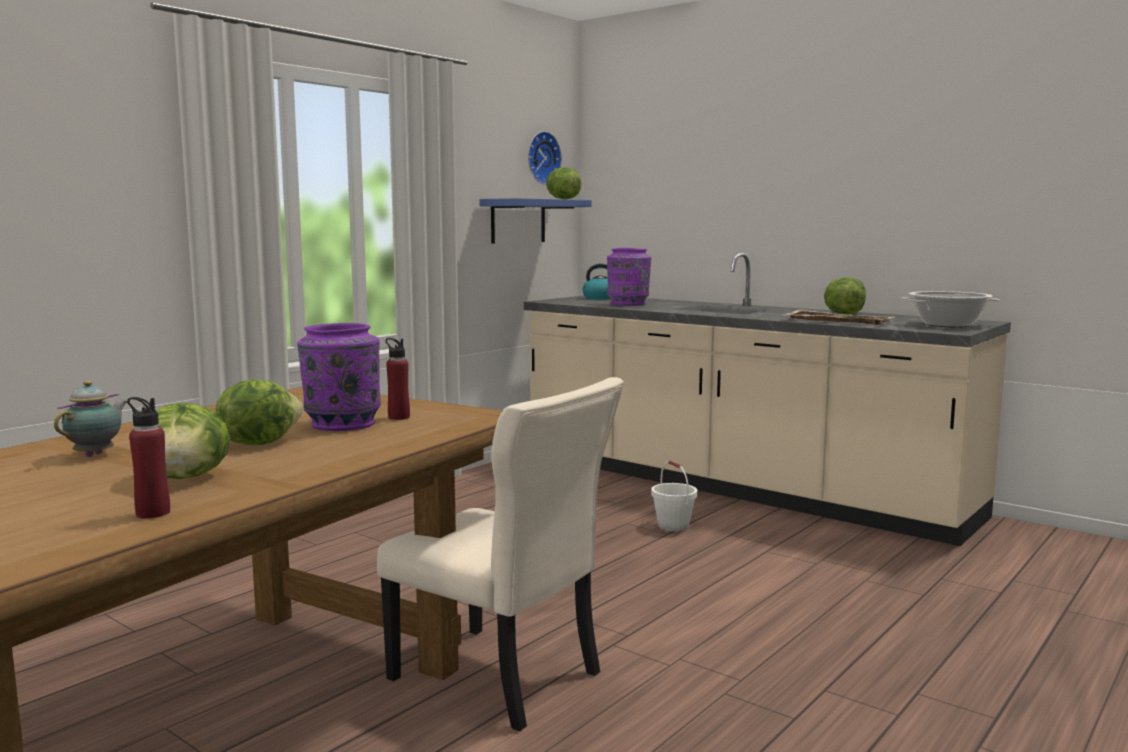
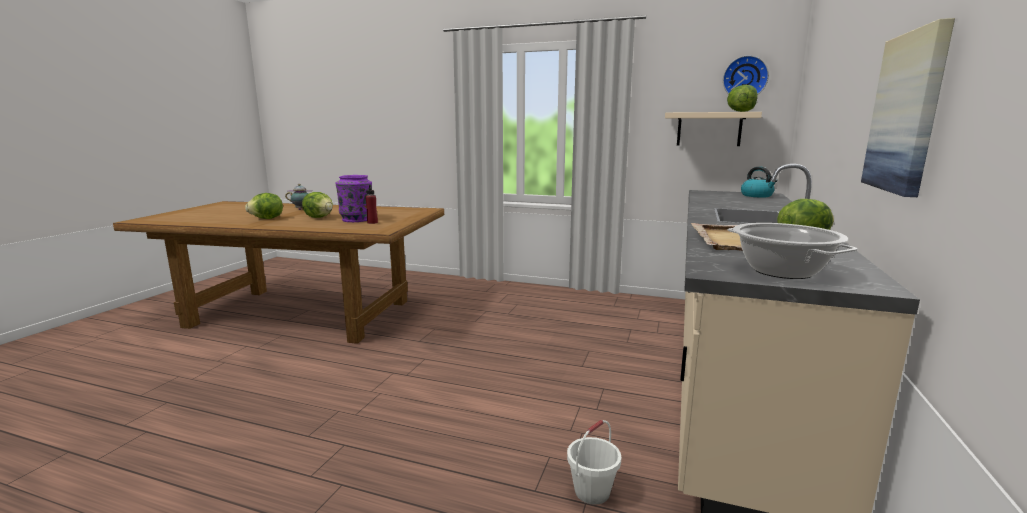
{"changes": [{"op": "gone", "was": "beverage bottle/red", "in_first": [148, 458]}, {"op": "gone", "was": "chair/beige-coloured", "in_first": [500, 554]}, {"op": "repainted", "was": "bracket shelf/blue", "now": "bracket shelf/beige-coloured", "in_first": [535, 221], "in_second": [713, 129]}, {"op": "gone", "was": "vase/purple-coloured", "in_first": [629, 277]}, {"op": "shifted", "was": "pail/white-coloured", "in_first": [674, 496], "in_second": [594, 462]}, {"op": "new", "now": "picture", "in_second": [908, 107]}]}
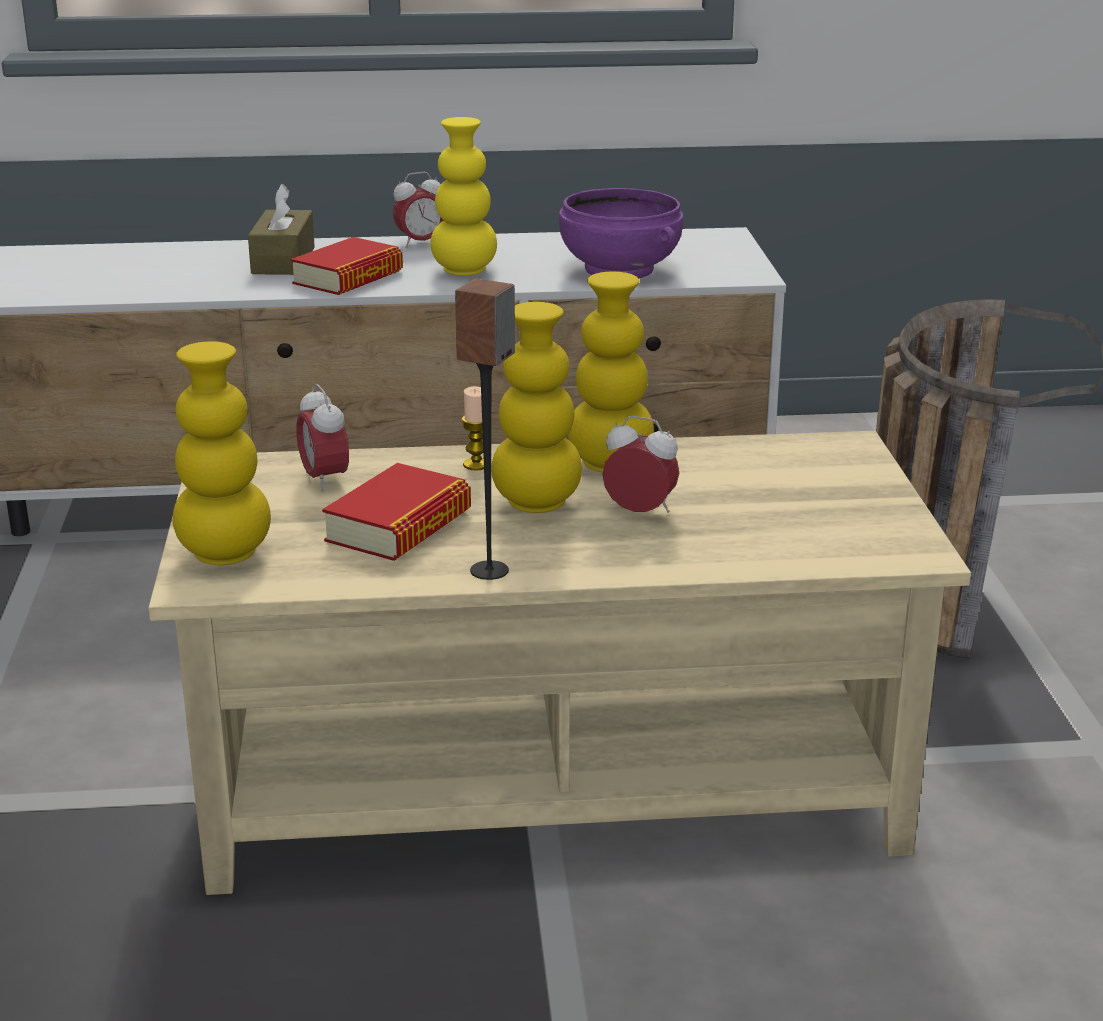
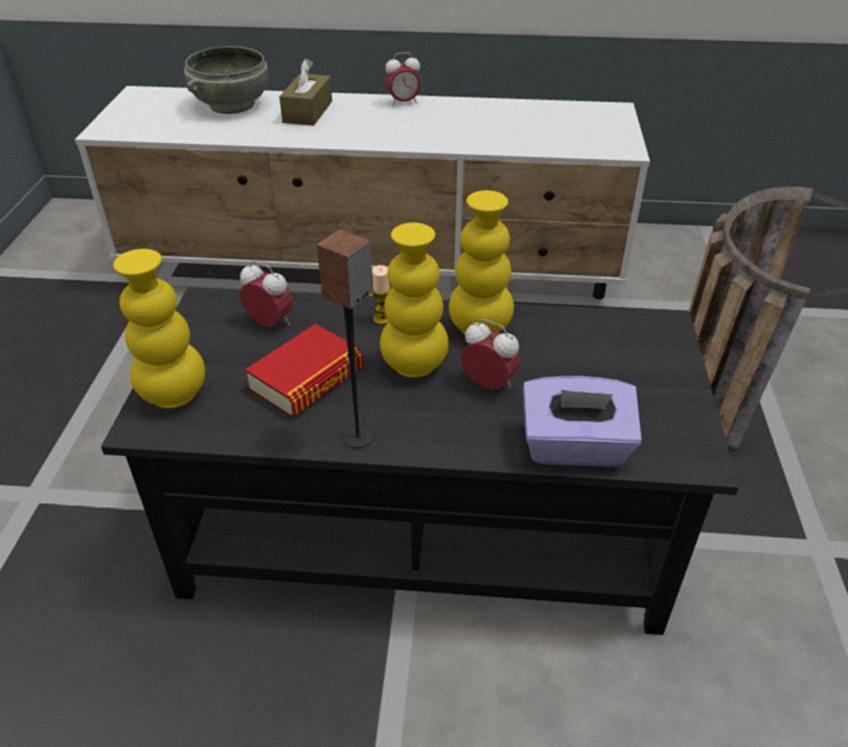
{"changes": [{"op": "repainted", "was": "lounge table/beige-coloured", "now": "lounge table/black-coloured", "in_first": [560, 663], "in_second": [420, 461]}, {"op": "gone", "was": "book", "in_first": [347, 266]}, {"op": "rotated", "was": "table clock", "in_first": [322, 438], "in_second": [266, 294], "clockwise": 135}, {"op": "gone", "was": "vase/yellow", "in_first": [463, 196]}, {"op": "gone", "was": "serving bowl/purple-coloured", "in_first": [621, 233]}, {"op": "new", "now": "serving bowl/greyish", "in_second": [226, 80]}, {"op": "new", "now": "tissue holder/purple-coloured", "in_second": [582, 421]}]}
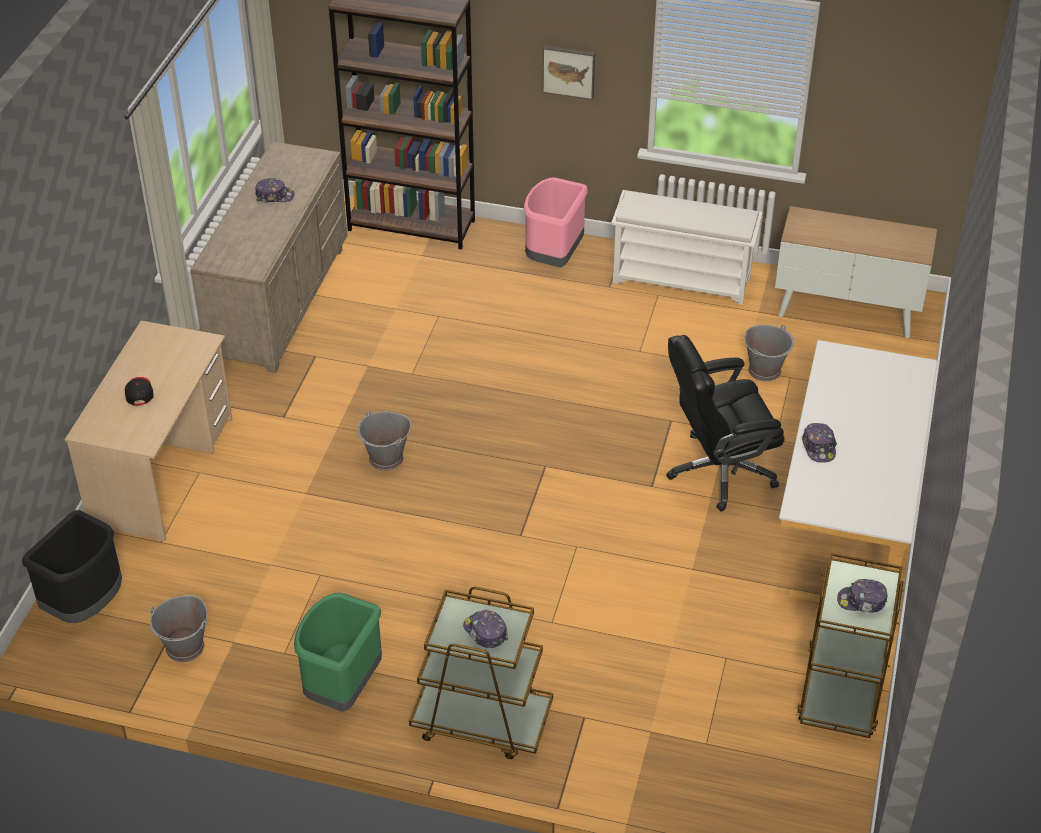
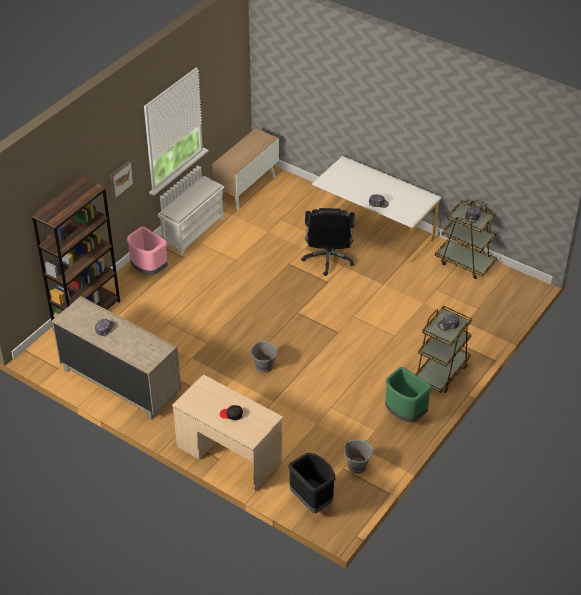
{"changes": [{"op": "gone", "was": "pail/greyish", "in_first": [769, 353]}]}
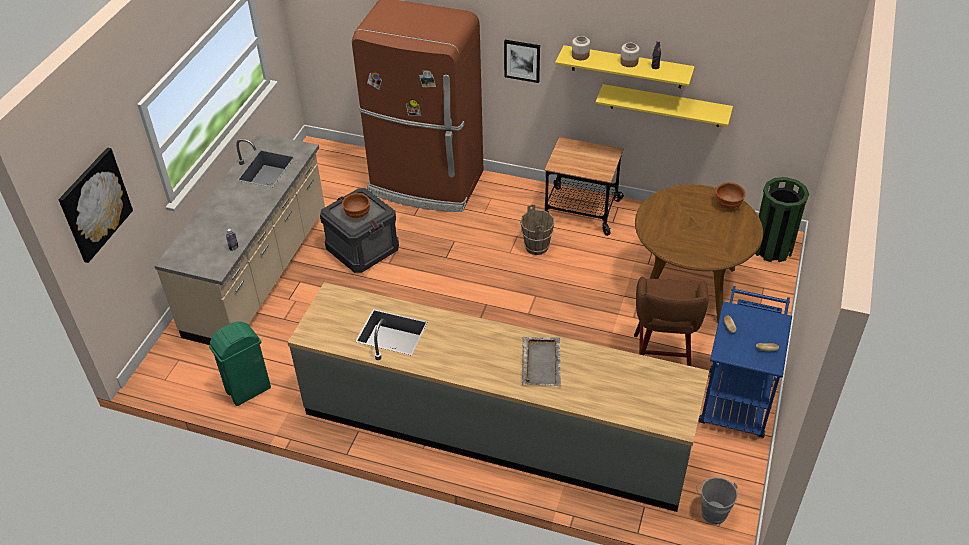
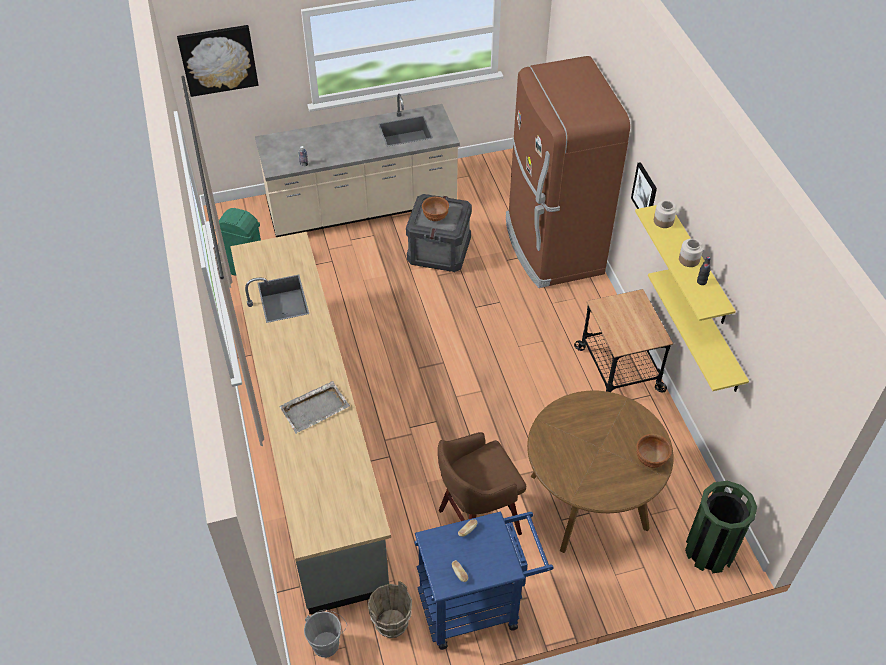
{"changes": [{"op": "shifted", "was": "pail/brown", "in_first": [537, 229], "in_second": [390, 609]}]}
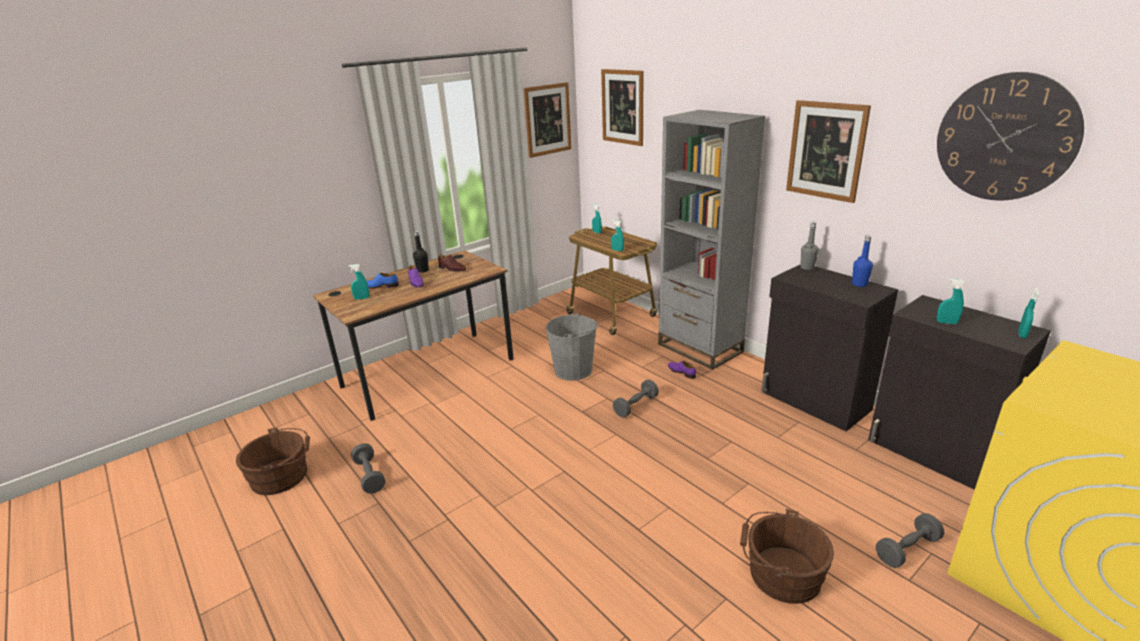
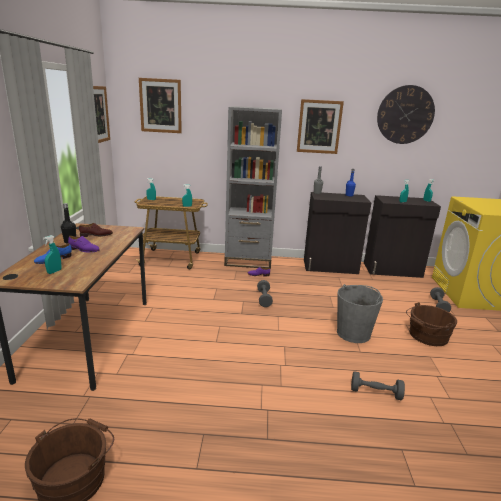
{"changes": [{"op": "shifted", "was": "free weight/greyish", "in_first": [368, 468], "in_second": [378, 386]}, {"op": "shifted", "was": "pail/greyish", "in_first": [572, 346], "in_second": [360, 313]}]}
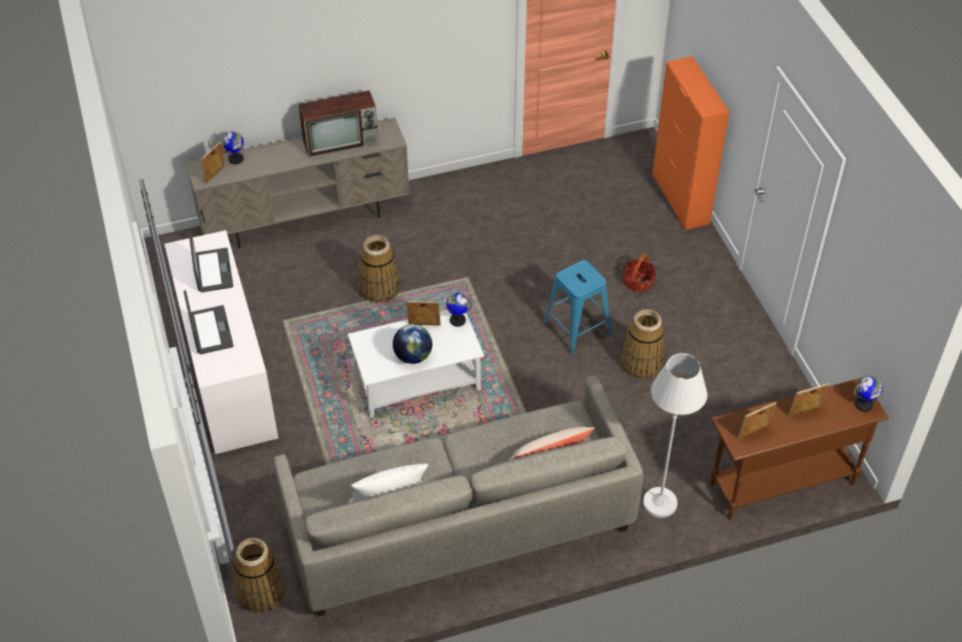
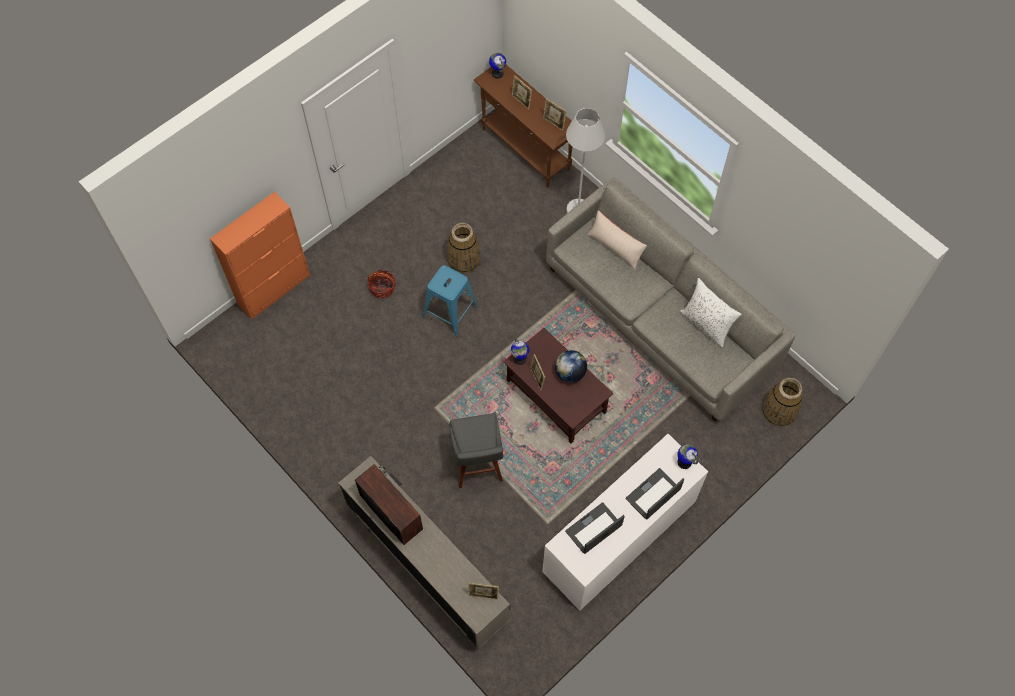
{"changes": [{"op": "shifted", "was": "desk globe", "in_first": [232, 148], "in_second": [687, 456]}, {"op": "repainted", "was": "lounge table/white-coloured", "now": "lounge table/brown", "in_first": [416, 364], "in_second": [558, 385]}, {"op": "swapped", "was": "household basket", "now": "sitting stool/greyish", "in_first": [379, 269], "in_second": [476, 450]}]}
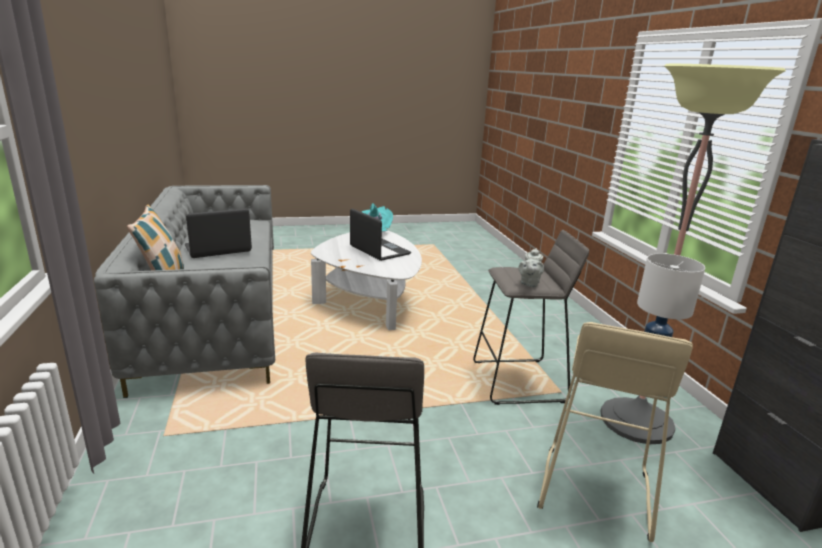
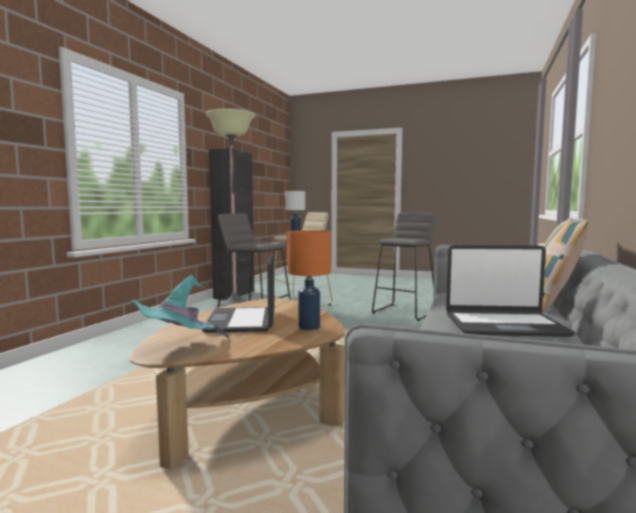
{"changes": [{"op": "repainted", "was": "lounge table/white-coloured", "now": "lounge table/brown", "in_first": [366, 280], "in_second": [237, 383]}, {"op": "gone", "was": "teapot/greyish", "in_first": [531, 267]}, {"op": "new", "now": "table lamp/orangey", "in_second": [309, 280]}]}
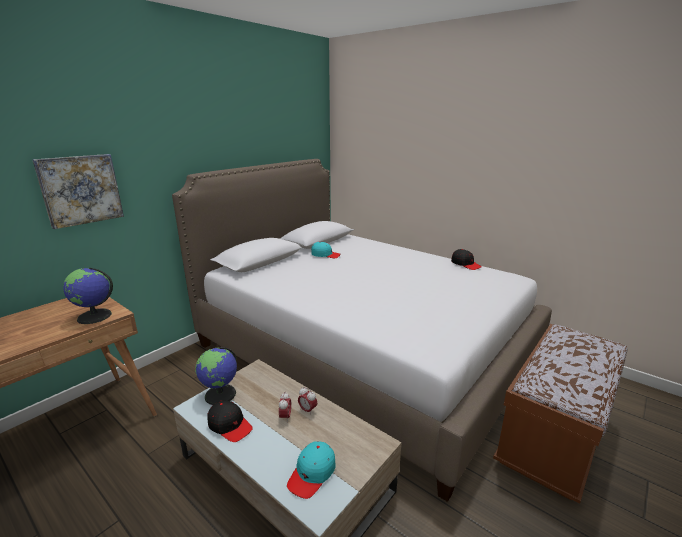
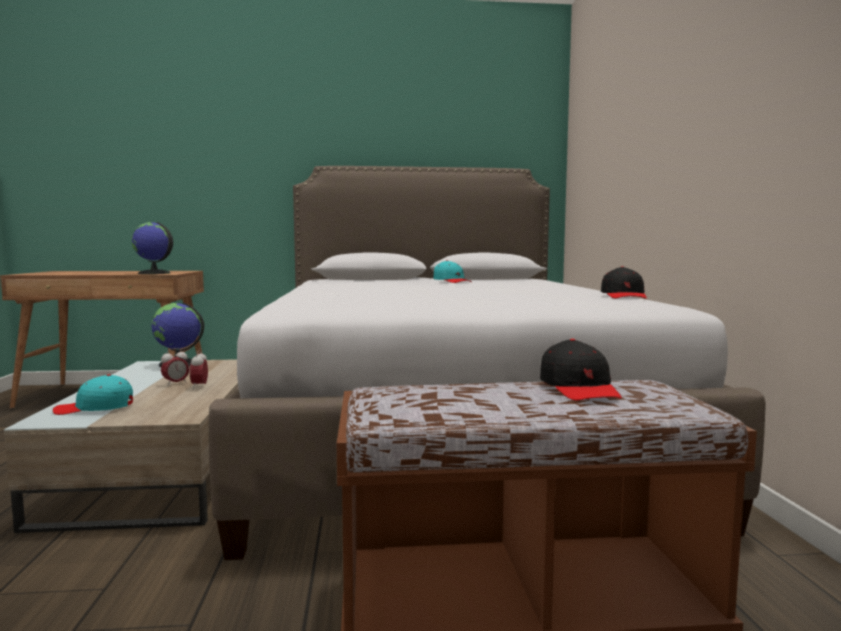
{"changes": [{"op": "gone", "was": "picture", "in_first": [78, 191]}, {"op": "shifted", "was": "cap/black-coloured", "in_first": [230, 421], "in_second": [581, 370]}]}
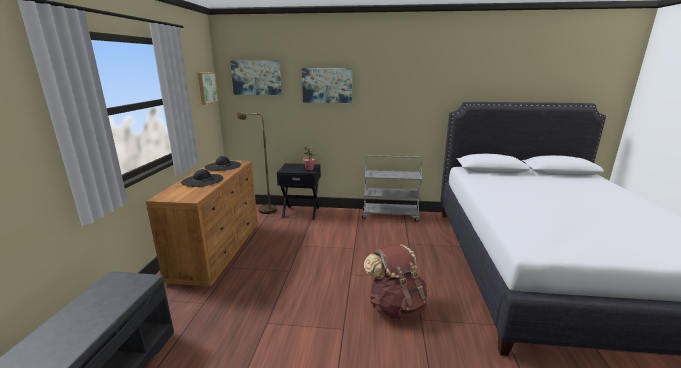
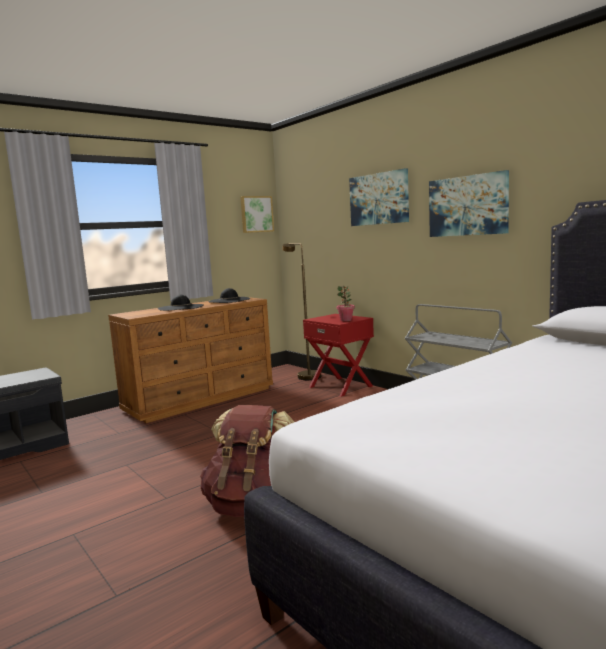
{"changes": [{"op": "shifted", "was": "picture", "in_first": [256, 77], "in_second": [469, 203]}, {"op": "repainted", "was": "night table/black-coloured", "now": "night table/red", "in_first": [299, 191], "in_second": [338, 355]}]}
